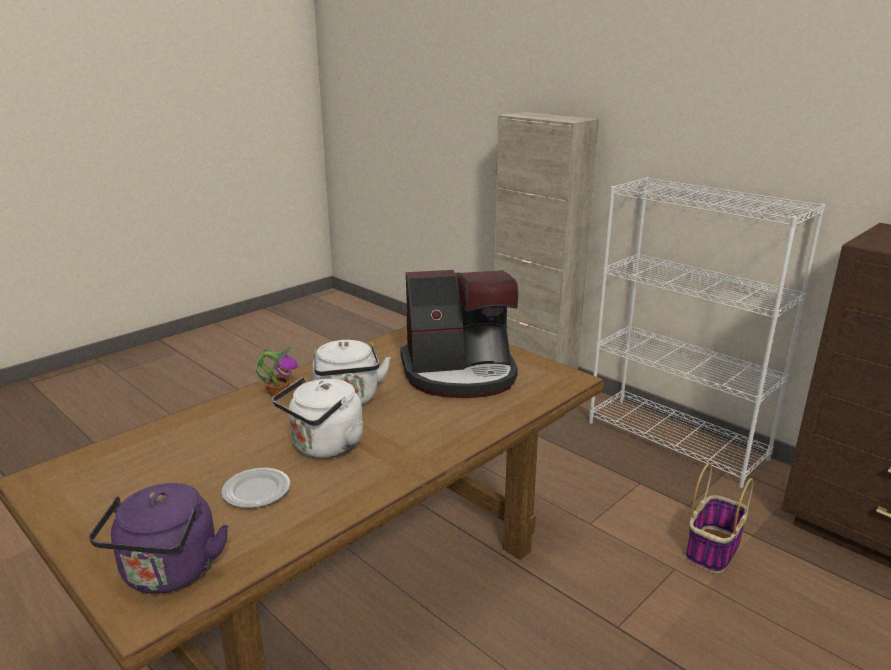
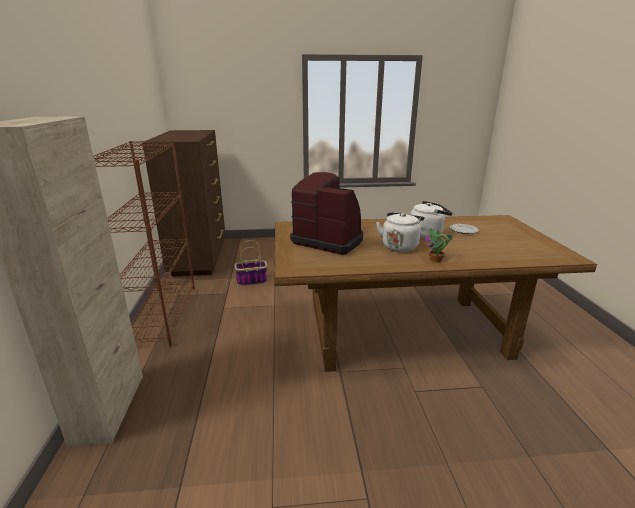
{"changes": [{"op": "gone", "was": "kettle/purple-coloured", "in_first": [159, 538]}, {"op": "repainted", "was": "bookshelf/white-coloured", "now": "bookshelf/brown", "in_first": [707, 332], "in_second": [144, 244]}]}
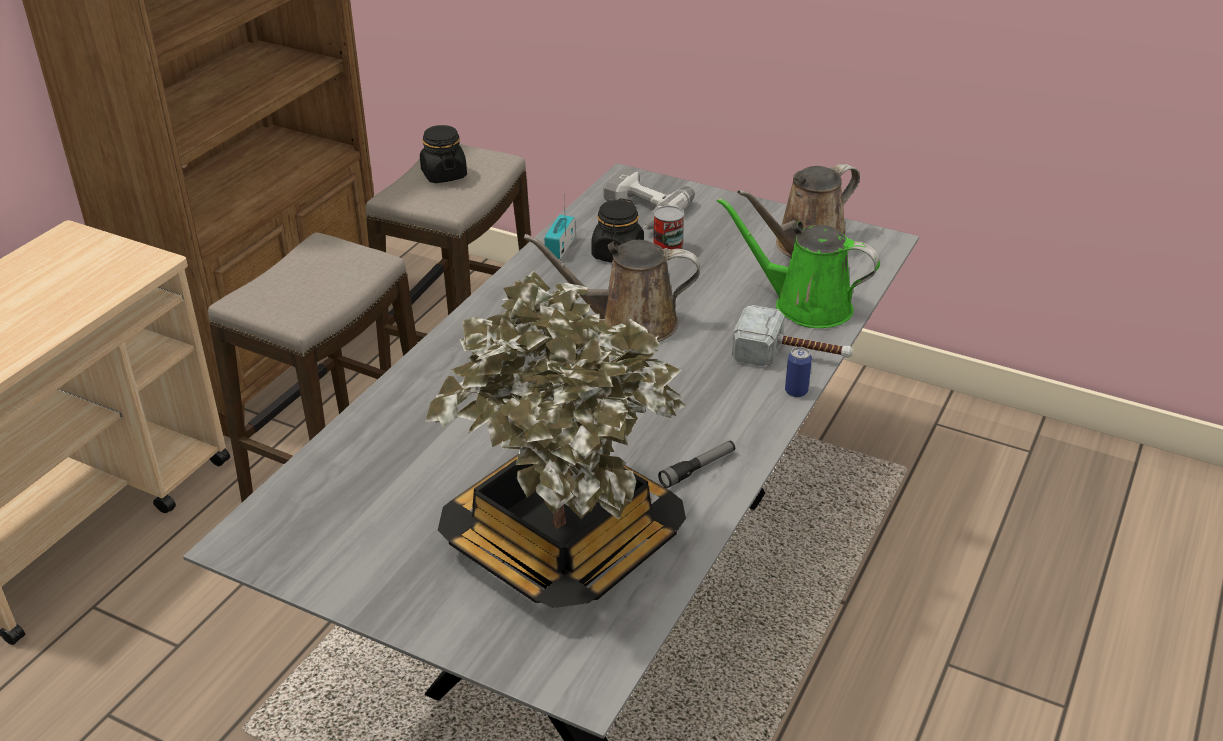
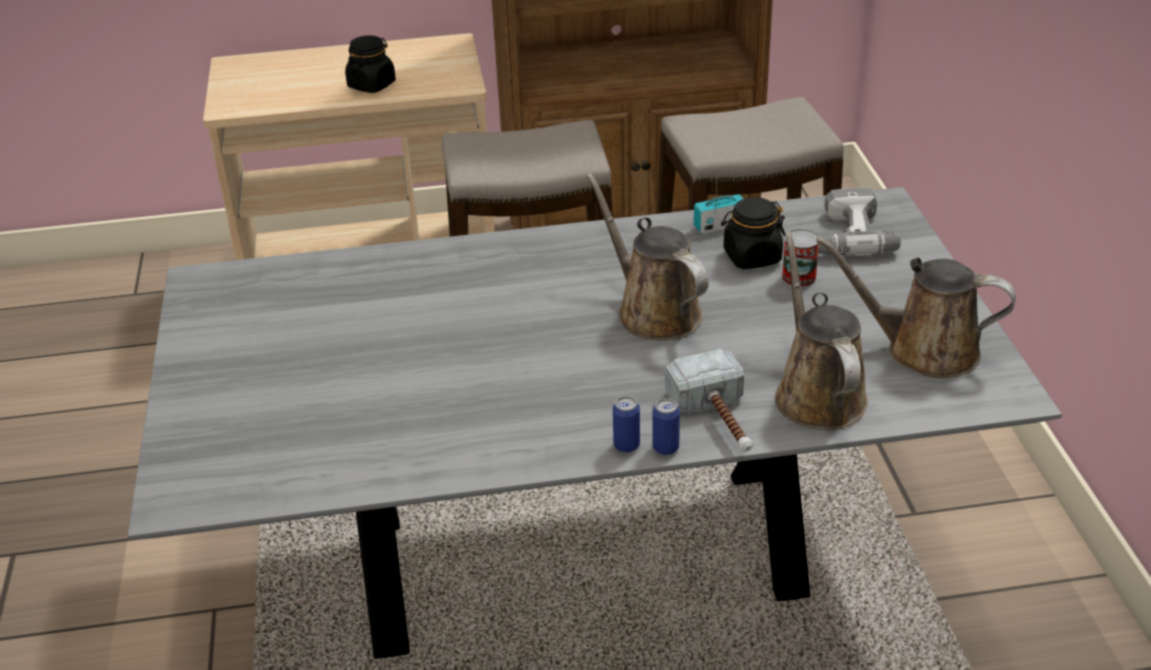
{"changes": [{"op": "shifted", "was": "jar/black-coloured", "in_first": [443, 154], "in_second": [370, 64]}, {"op": "gone", "was": "potted plant", "in_first": [556, 439]}, {"op": "gone", "was": "hand torch", "in_first": [696, 464]}, {"op": "repainted", "was": "watering can/green-coloured", "now": "watering can/brown", "in_first": [798, 262], "in_second": [821, 331]}, {"op": "new", "now": "metal can", "in_second": [626, 424]}]}
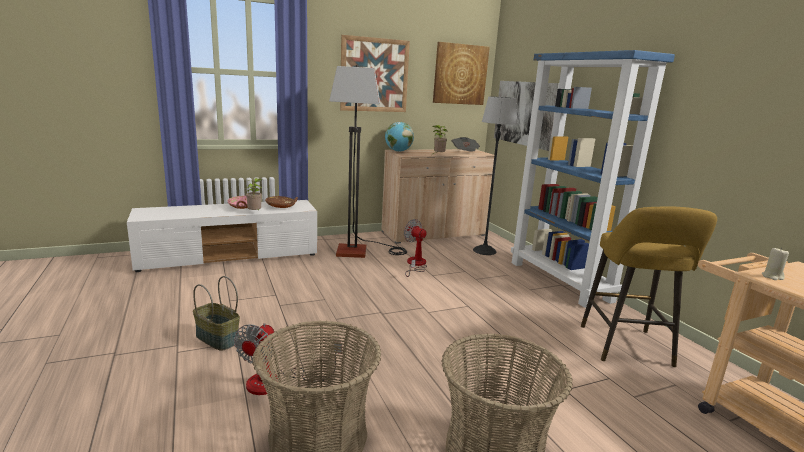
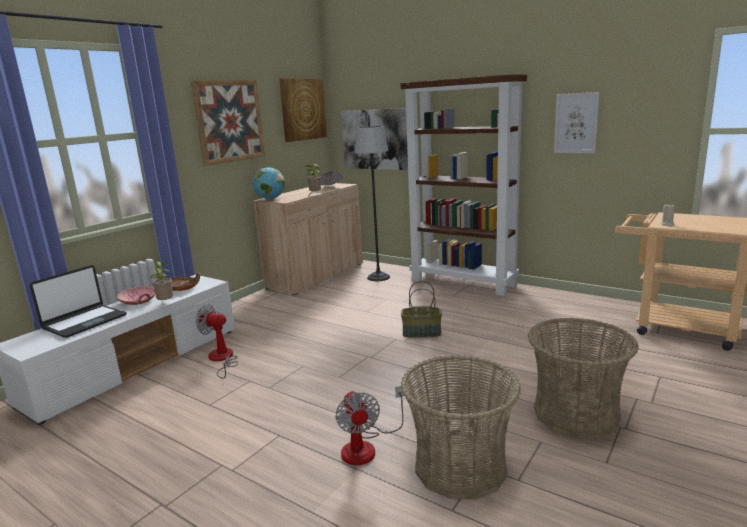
{"changes": [{"op": "shifted", "was": "household basket", "in_first": [216, 313], "in_second": [421, 309]}, {"op": "gone", "was": "standing lamp", "in_first": [368, 161]}, {"op": "shifted", "was": "cooling fan", "in_first": [415, 248], "in_second": [217, 341]}, {"op": "repainted", "was": "bookshelf/blue", "now": "bookshelf/brown", "in_first": [593, 179], "in_second": [463, 185]}, {"op": "gone", "was": "sitting stool/yellow", "in_first": [649, 287]}, {"op": "new", "now": "laptop", "in_second": [78, 301]}, {"op": "new", "now": "picture", "in_second": [577, 122]}]}
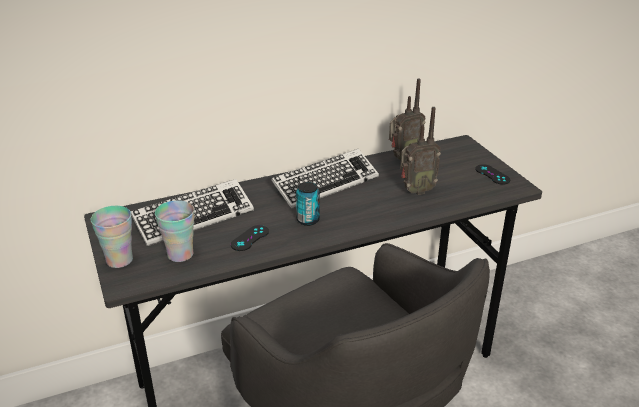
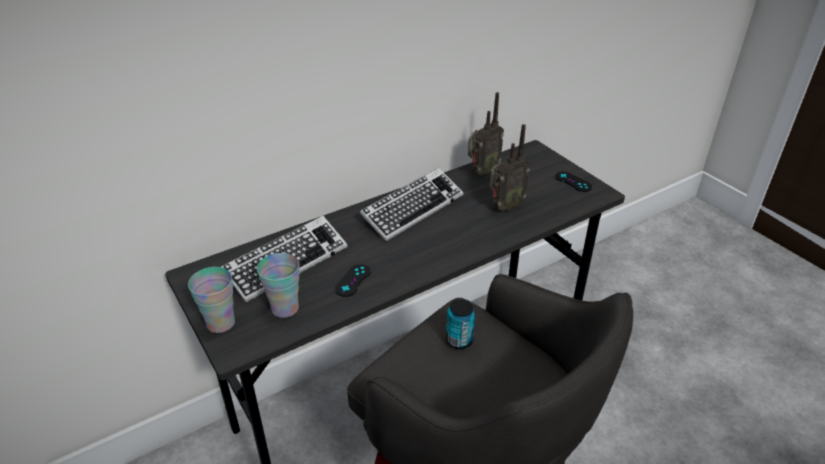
{"changes": [{"op": "shifted", "was": "metal can", "in_first": [308, 204], "in_second": [460, 324]}]}
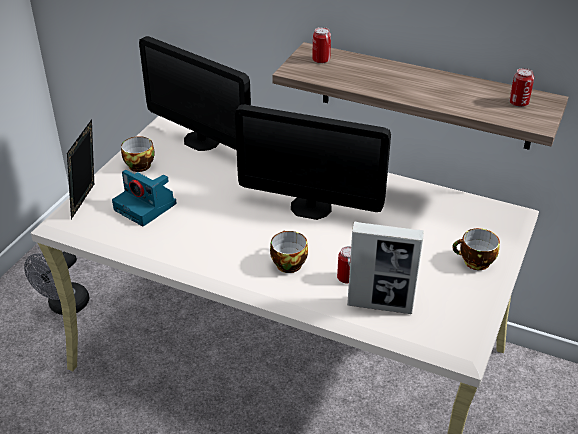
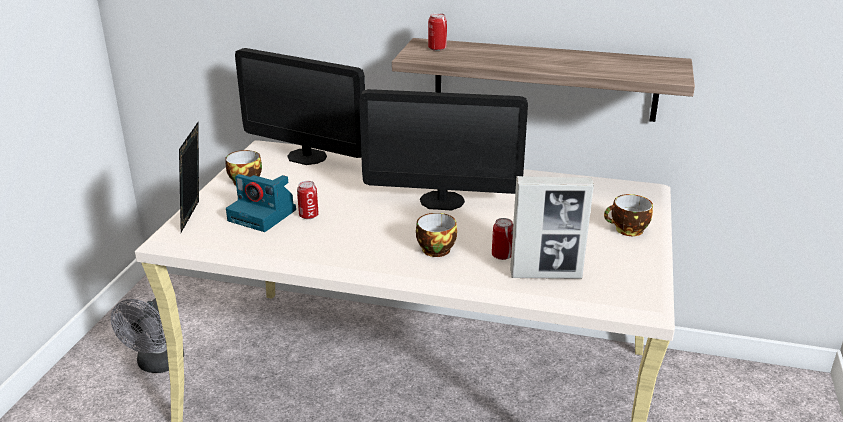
{"changes": [{"op": "shifted", "was": "metal can", "in_first": [521, 87], "in_second": [308, 200]}]}
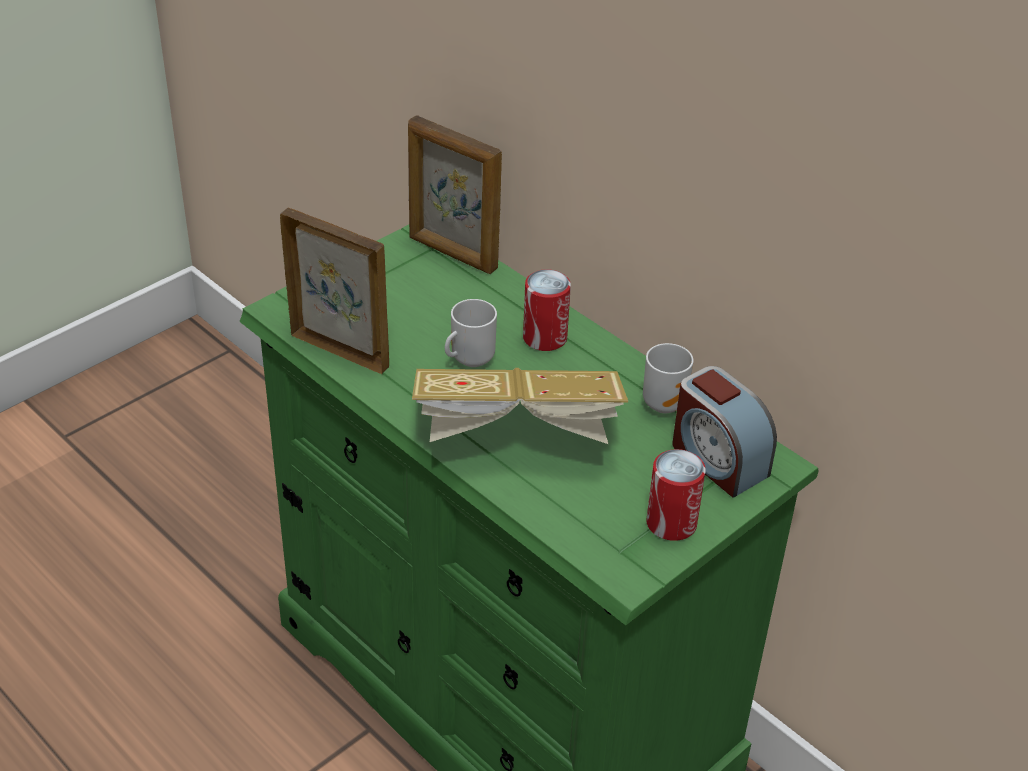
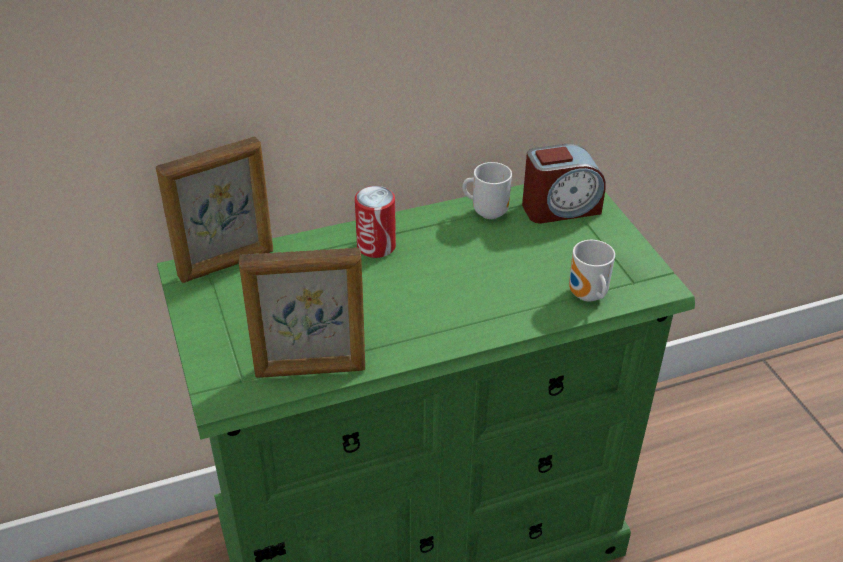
{"changes": [{"op": "rotated", "was": "picture frame", "in_first": [334, 291], "in_second": [302, 313], "clockwise": -150}, {"op": "gone", "was": "book", "in_first": [520, 406]}, {"op": "shifted", "was": "coffee mug", "in_first": [471, 333], "in_second": [592, 270]}, {"op": "gone", "was": "metal can", "in_first": [676, 495]}]}
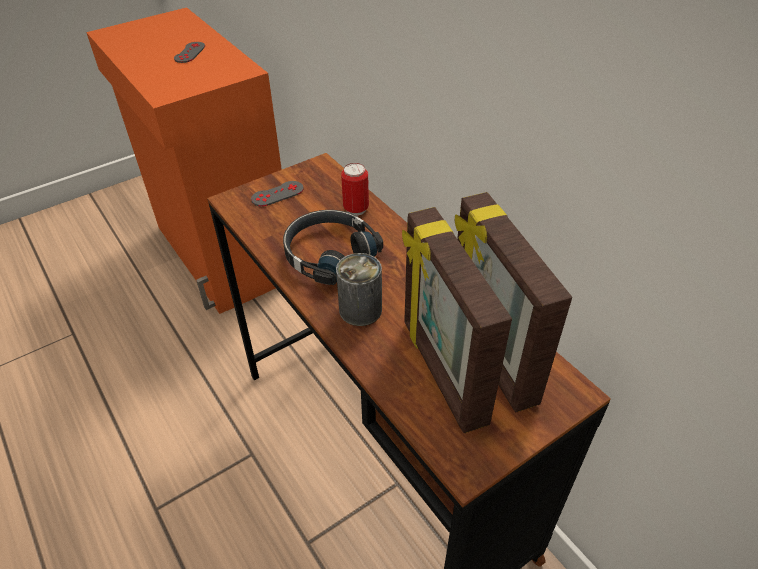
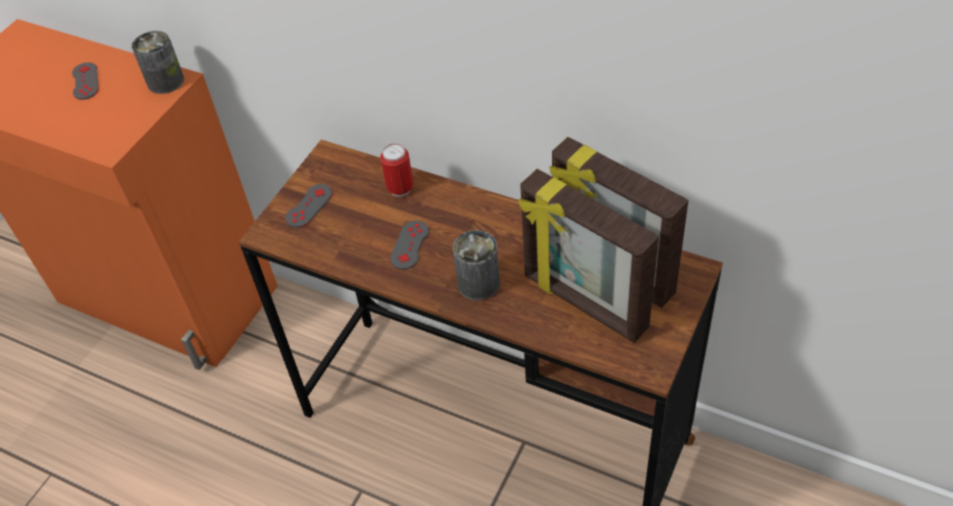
{"changes": [{"op": "swapped", "was": "pair of headphones/black-coloured", "now": "game controller/greyish", "in_first": [333, 247], "in_second": [409, 245]}, {"op": "new", "now": "metal can", "in_second": [158, 62]}]}
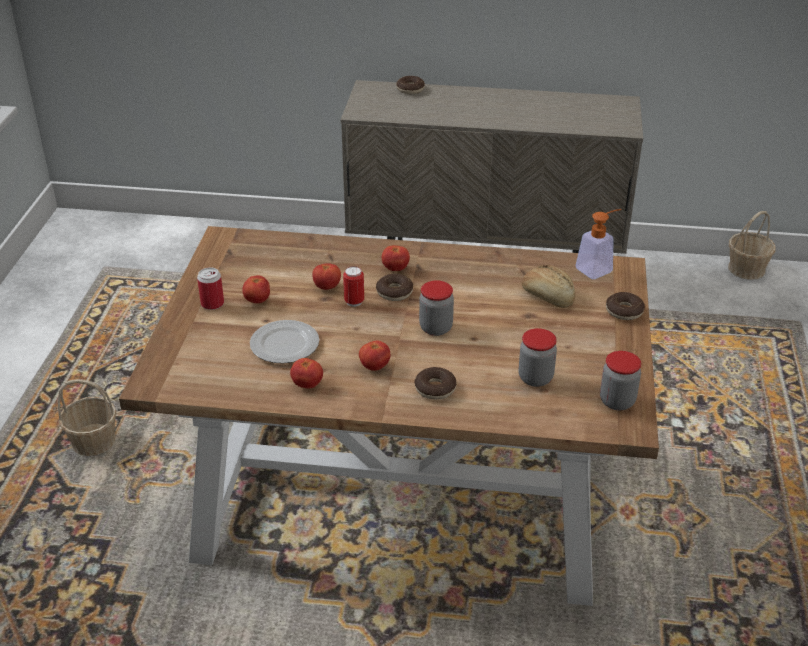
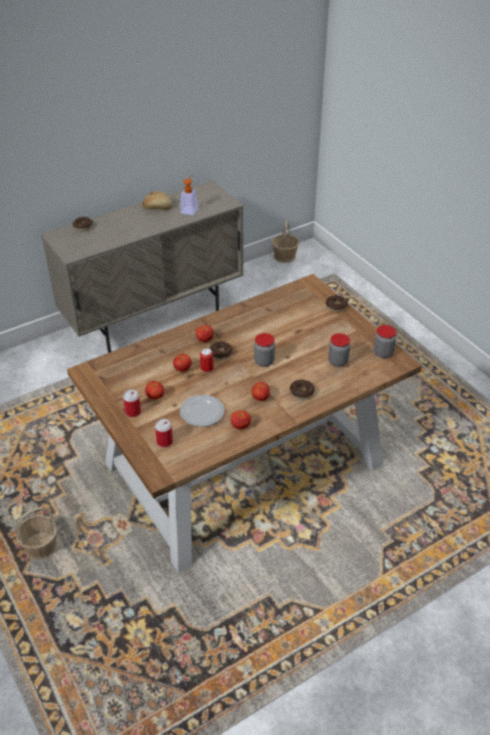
{"changes": [{"op": "shifted", "was": "baked bread", "in_first": [548, 286], "in_second": [157, 200]}, {"op": "shifted", "was": "soap dispenser", "in_first": [598, 244], "in_second": [189, 195]}, {"op": "new", "now": "metal can", "in_second": [164, 433]}]}
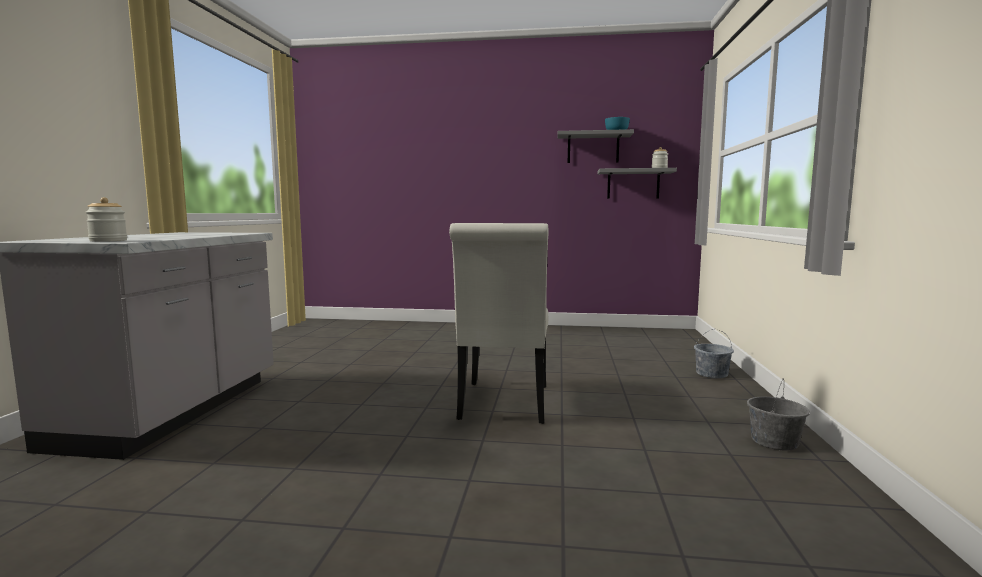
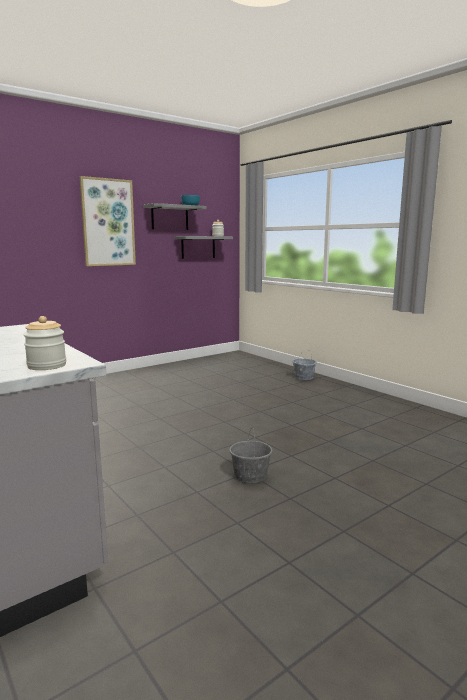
{"changes": [{"op": "gone", "was": "chair/white-coloured", "in_first": [499, 323]}, {"op": "shifted", "was": "pail/greyish", "in_first": [778, 414], "in_second": [250, 455]}, {"op": "new", "now": "picture", "in_second": [108, 221]}]}
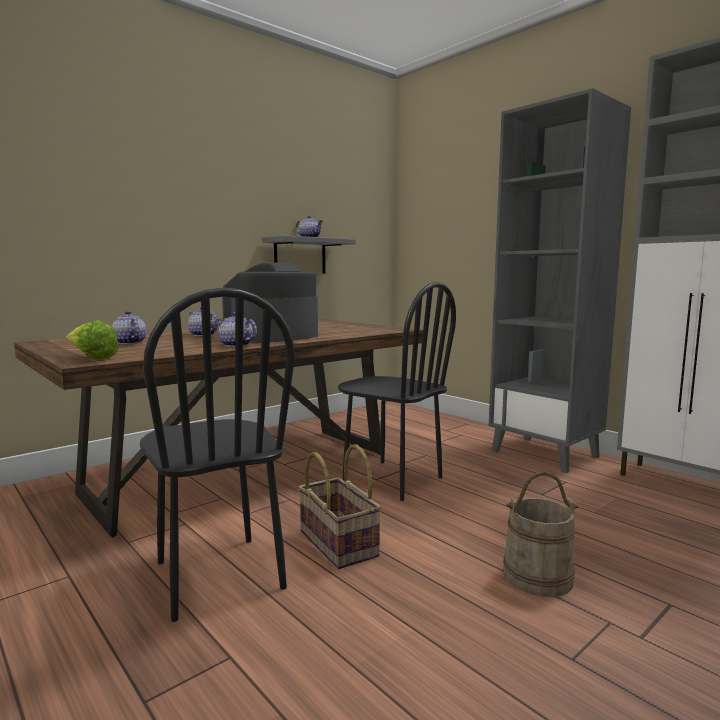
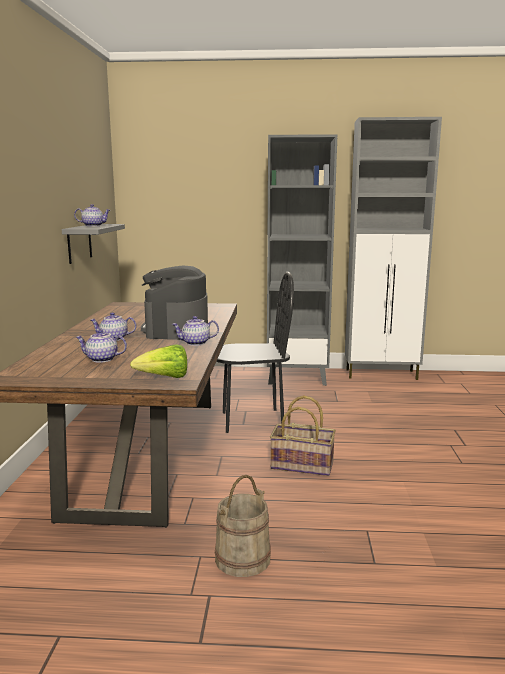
{"changes": [{"op": "gone", "was": "chair/black-coloured", "in_first": [217, 455]}, {"op": "shifted", "was": "pail/beige-coloured", "in_first": [541, 534], "in_second": [243, 526]}]}
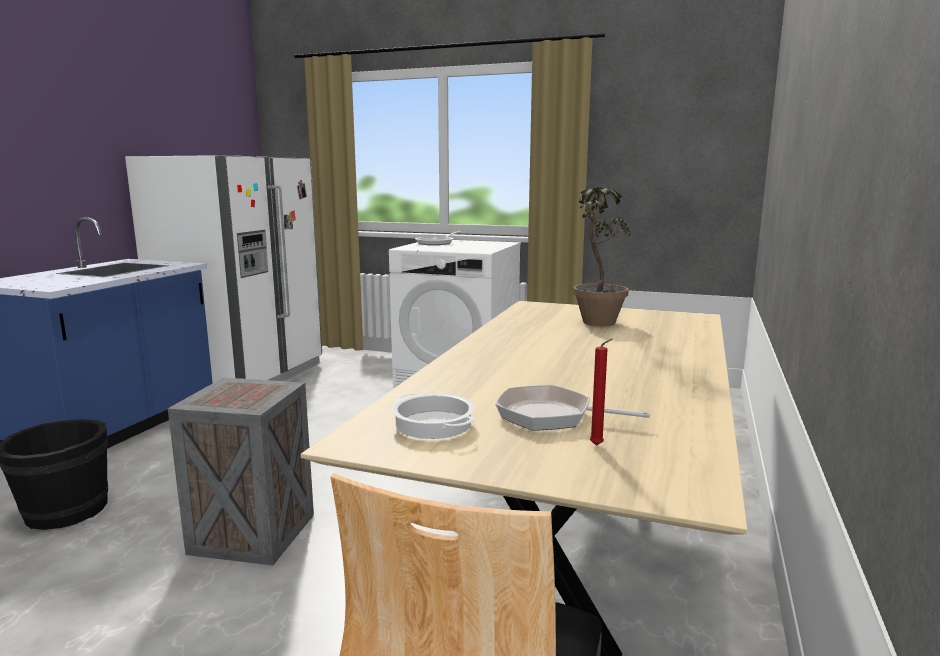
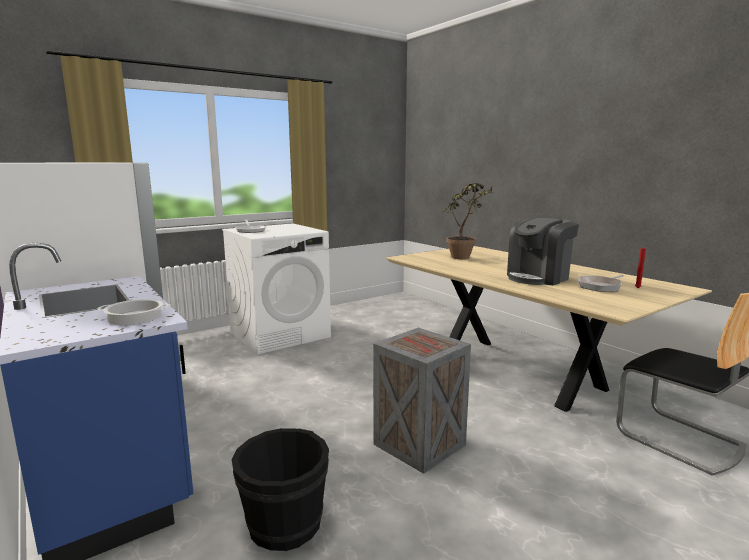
{"changes": [{"op": "shifted", "was": "cooking pot", "in_first": [433, 416], "in_second": [133, 312]}, {"op": "new", "now": "coffee maker", "in_second": [543, 251]}]}
